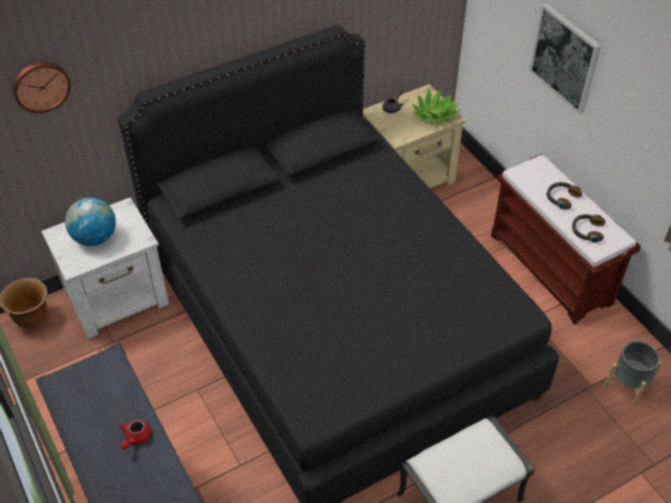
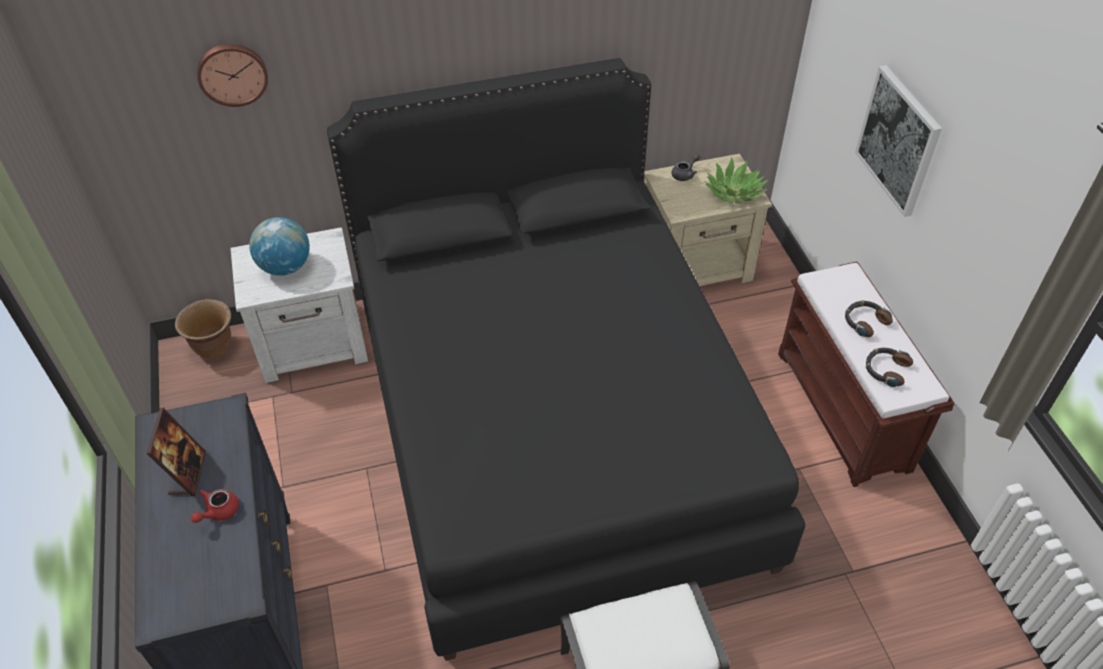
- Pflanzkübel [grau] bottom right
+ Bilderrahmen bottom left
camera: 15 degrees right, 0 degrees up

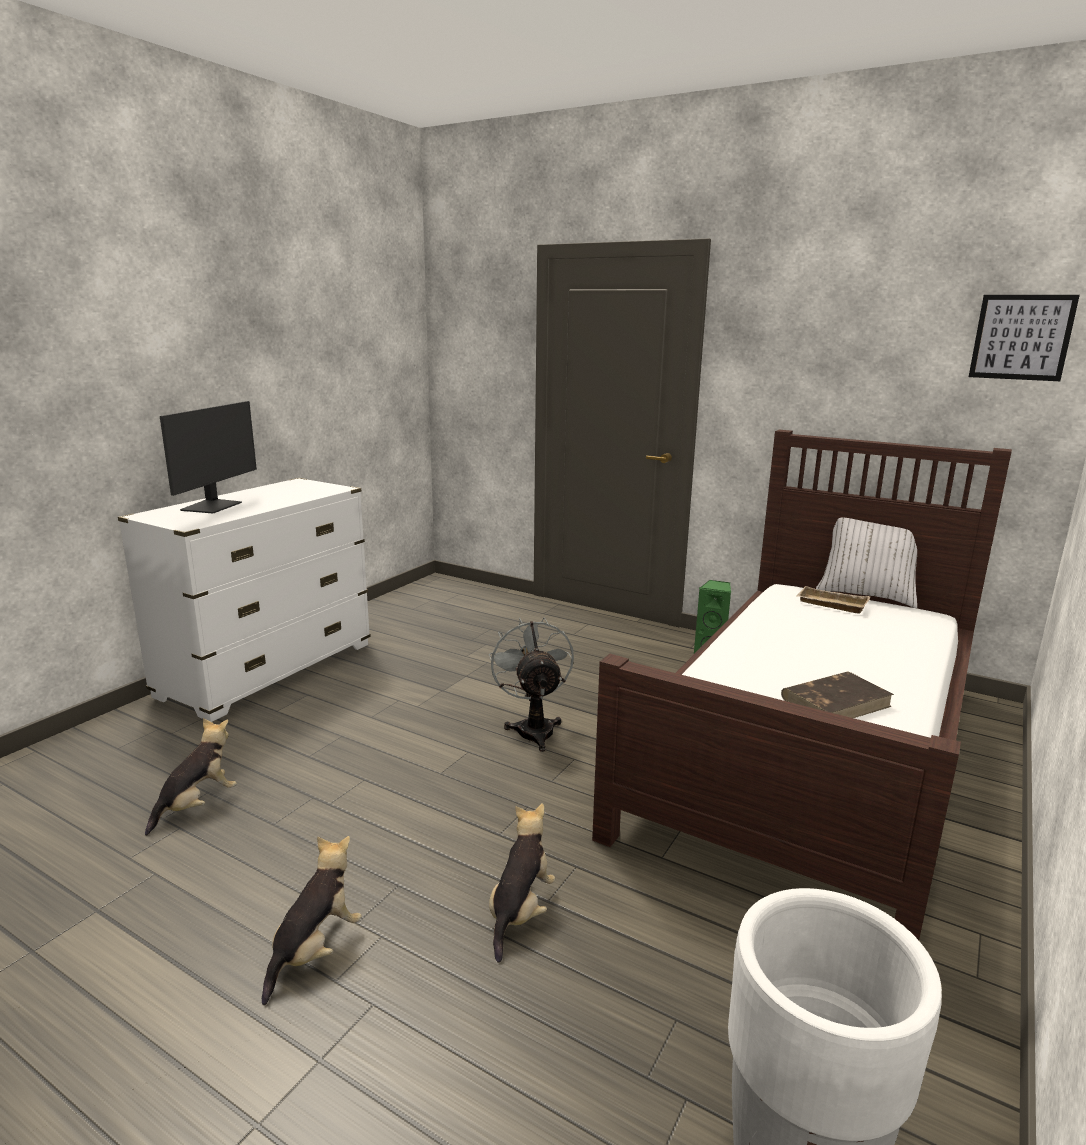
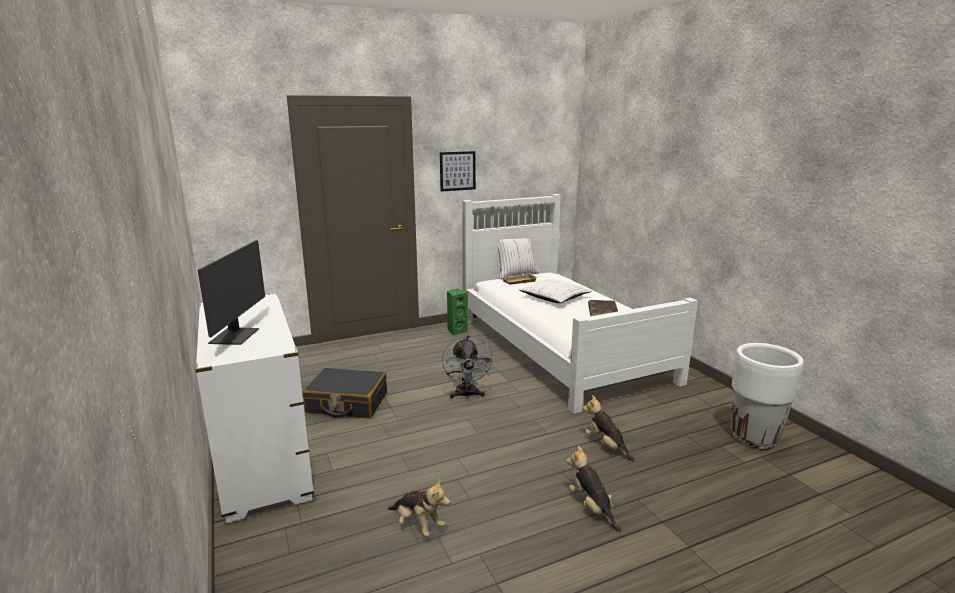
~ Plüschtier (1st from left) bottom left = bottom centre 150 degrees clockwise
~ Monitor middle left = middle left 45 degrees clockwise
~ Ventilator [grau] centre = centre 120 degrees counterclockwise
~ Bett [braun] middle right to Bett [weiß] centre
~ Bild top right to top centre
+ Koffer [schwarz] centre
+ Kissen [weiß] (2nd from left) centre
camera: 55 degrees left, 0 degrees up

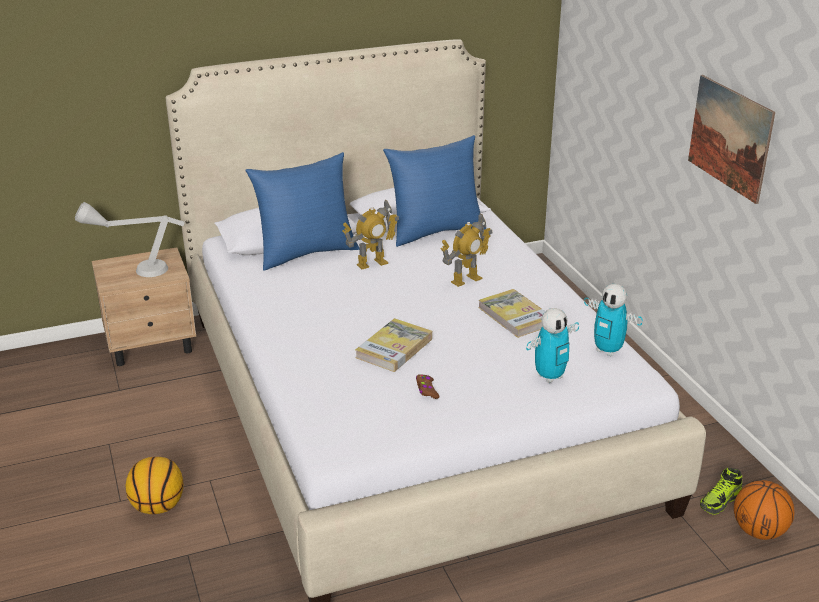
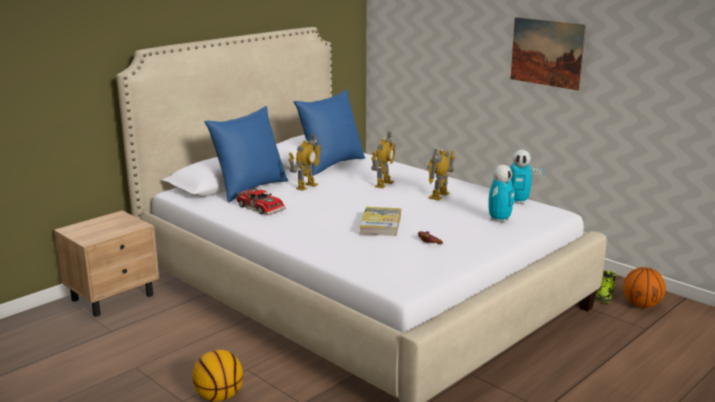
- Tischlampe [grau] middle left
~ Buch (2nd from left) centre to Spielzeugroboter (3rd from left) centre
+ Spielzeugauto centre
camera: 25 degrees left, 10 degrees down

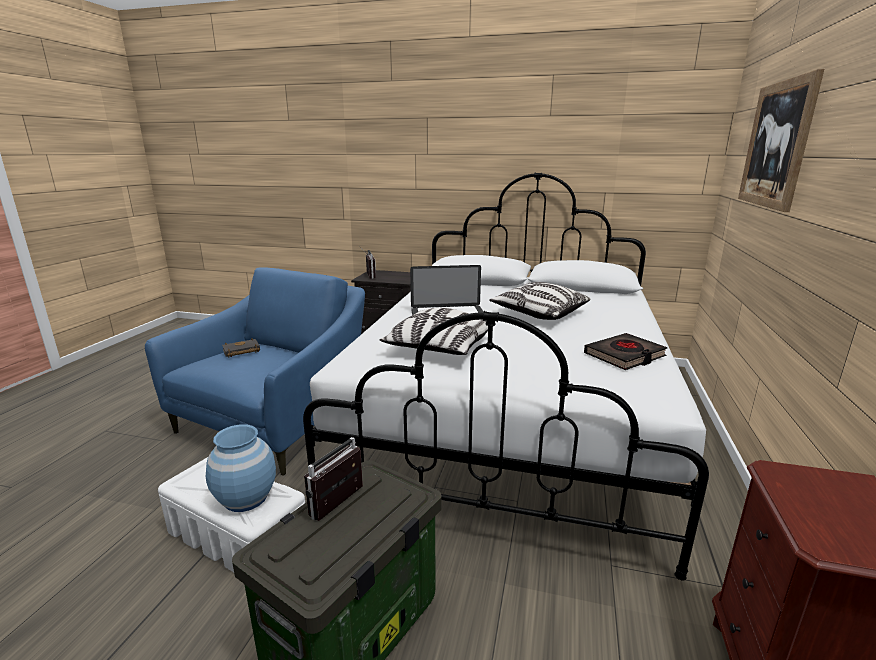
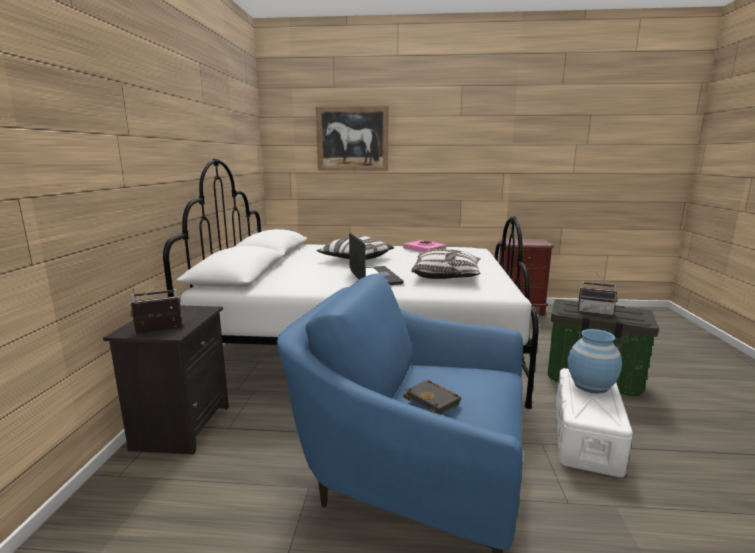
~ Buch [schwarz] (2nd from left) middle right to Buch [rosa] centre
camera: 100 degrees left, 5 degrees down

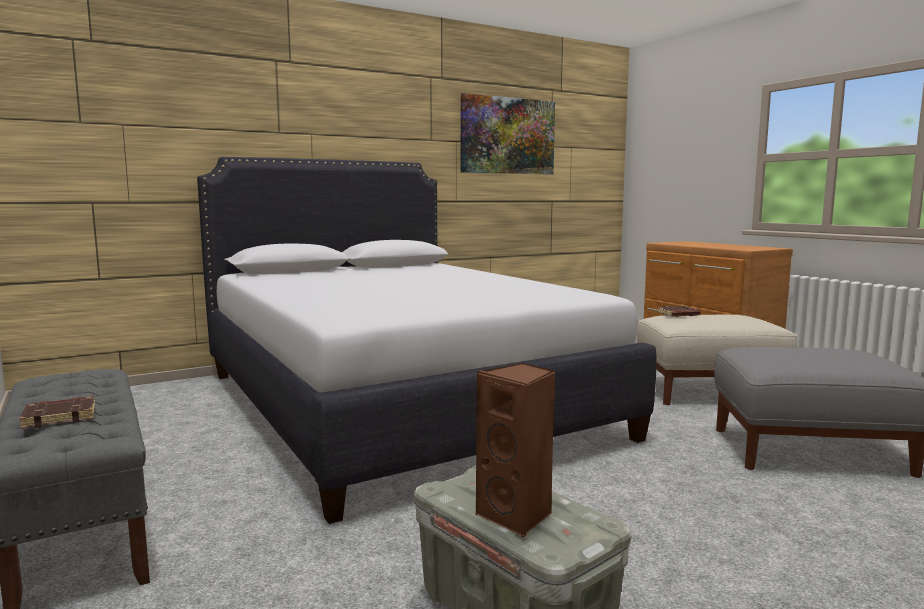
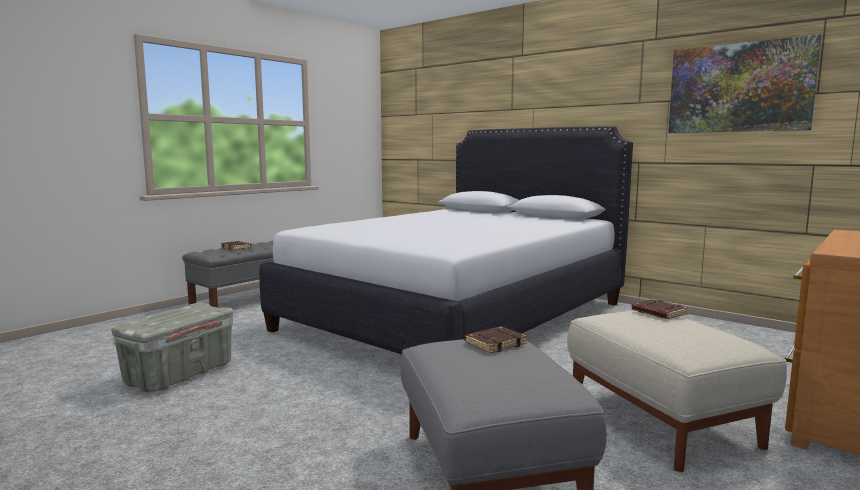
- Lautsprecher [braun] bottom centre
+ Buch [braun] (2nd from left) bottom centre
camera: 70 degrees right, 0 degrees up

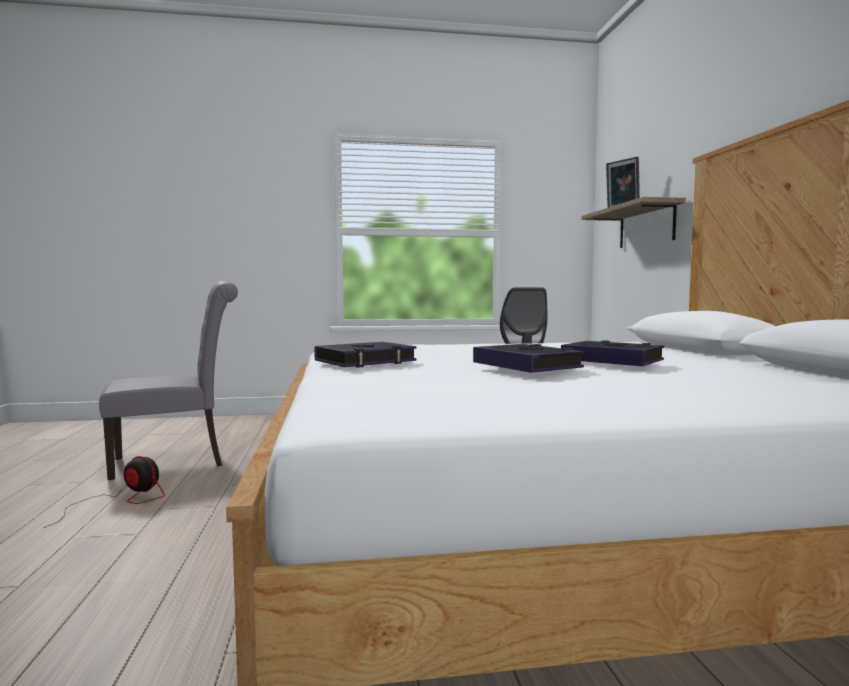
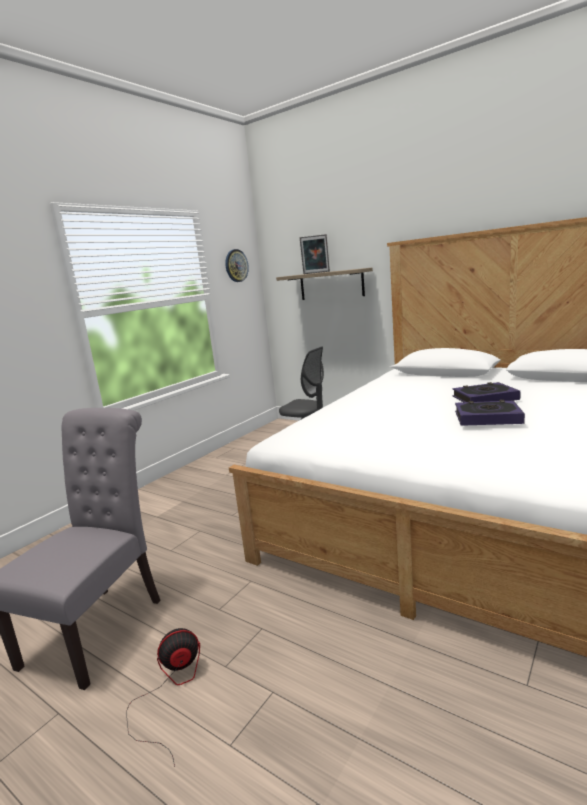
- Buch (1st from left) centre
+ Wanduhr top centre
camera: 45 degrees left, 10 degrees up

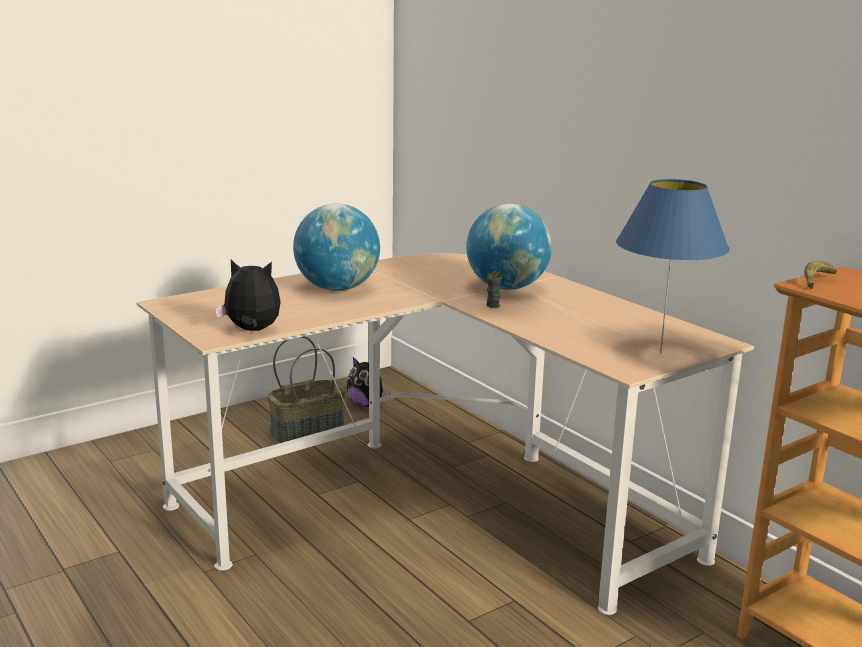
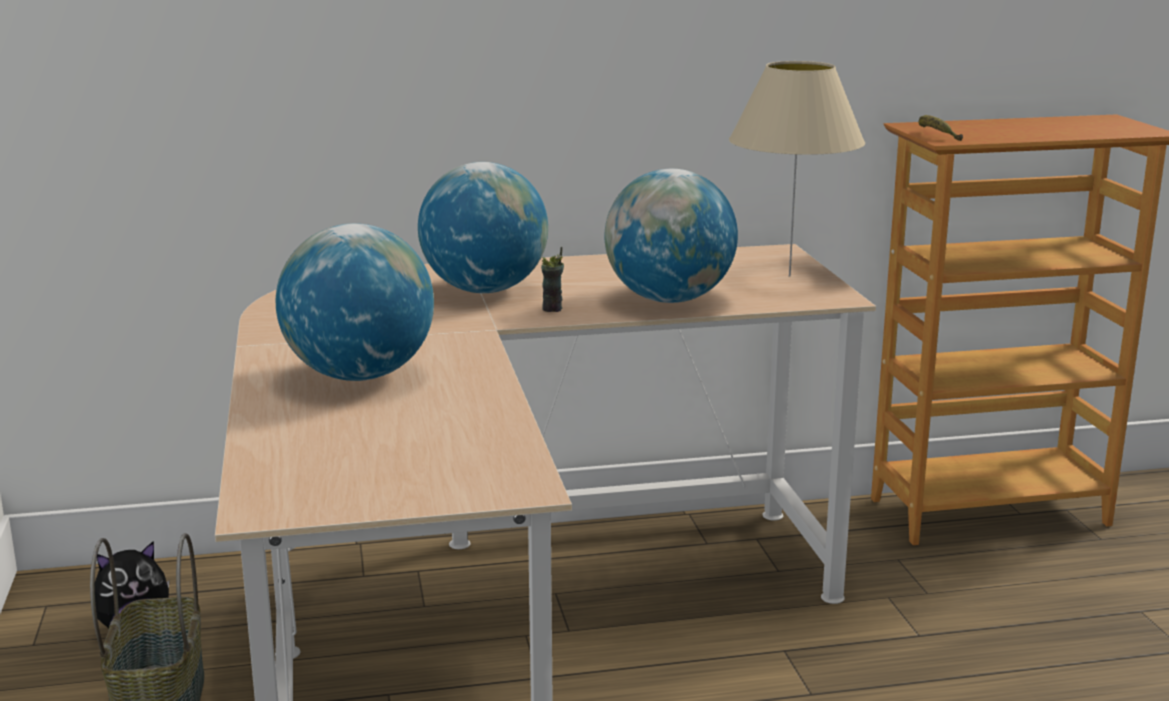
- Plüschtier (1st from left) middle left
~ Tischlampe [blau] middle right to Tischlampe [beige] top right
+ Globus (3rd from left) centre
camera: 65 degrees left, 0 degrees up

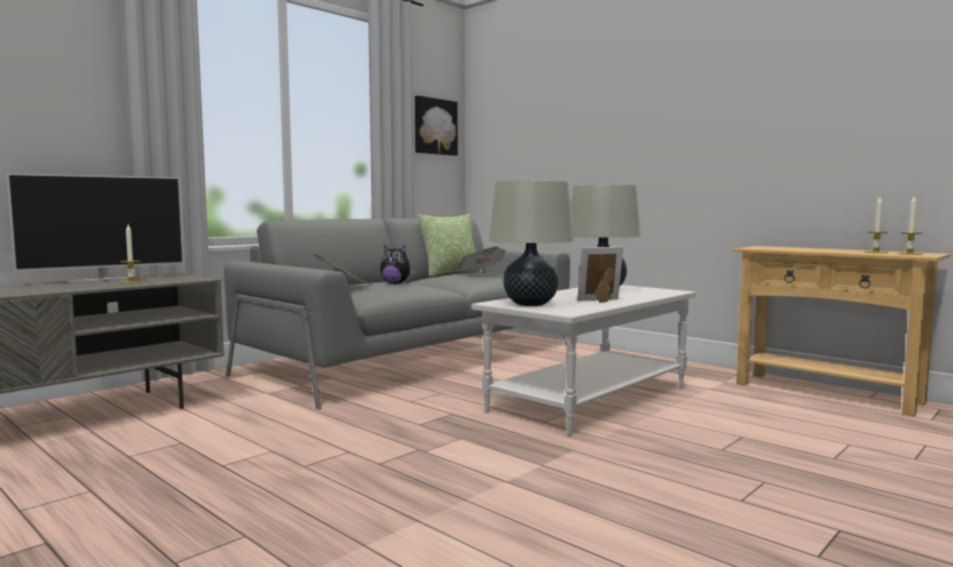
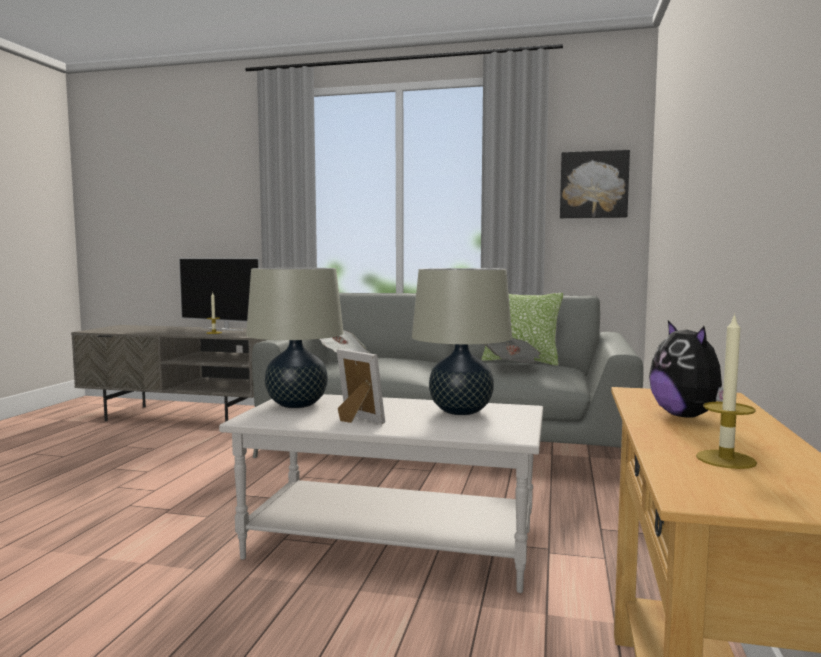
~ Plüschtier centre to middle right
- Kerze (3rd from left) middle right
camera: 60 degrees right, 0 degrees up

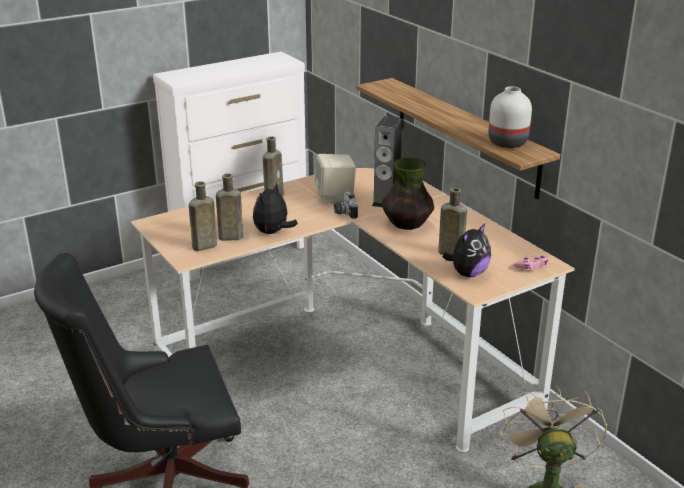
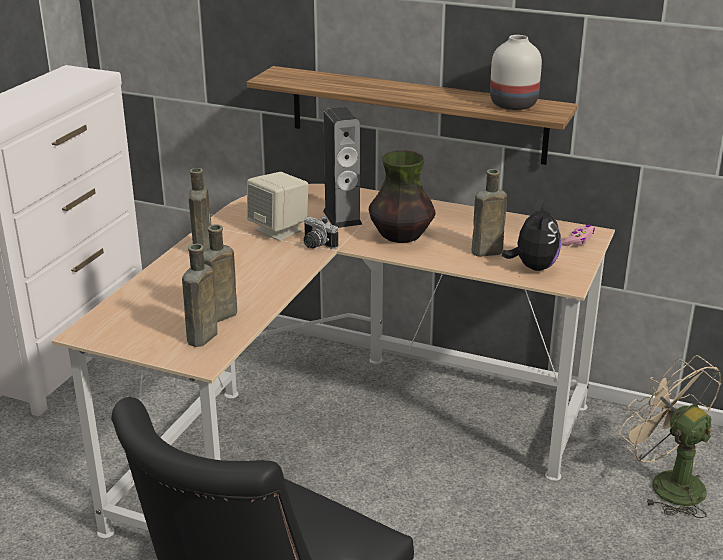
- Plüschtier (1st from left) centre
camera: 35 degrees left, 0 degrees up

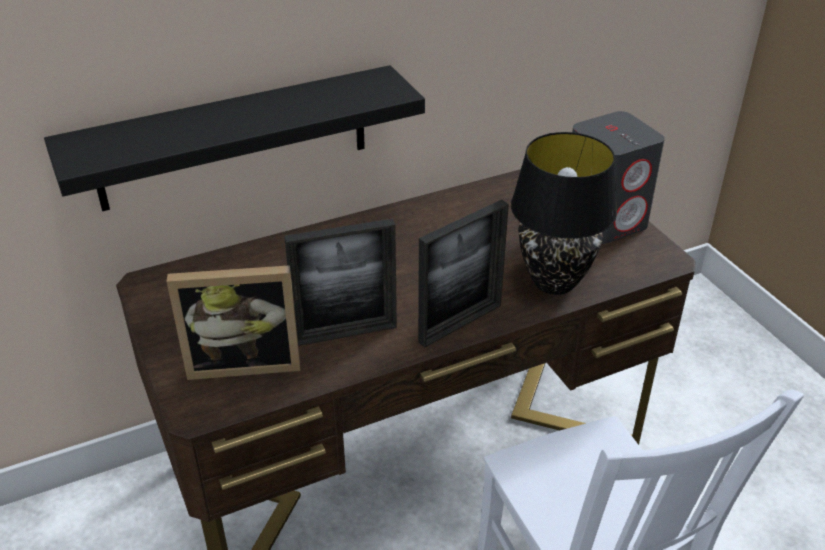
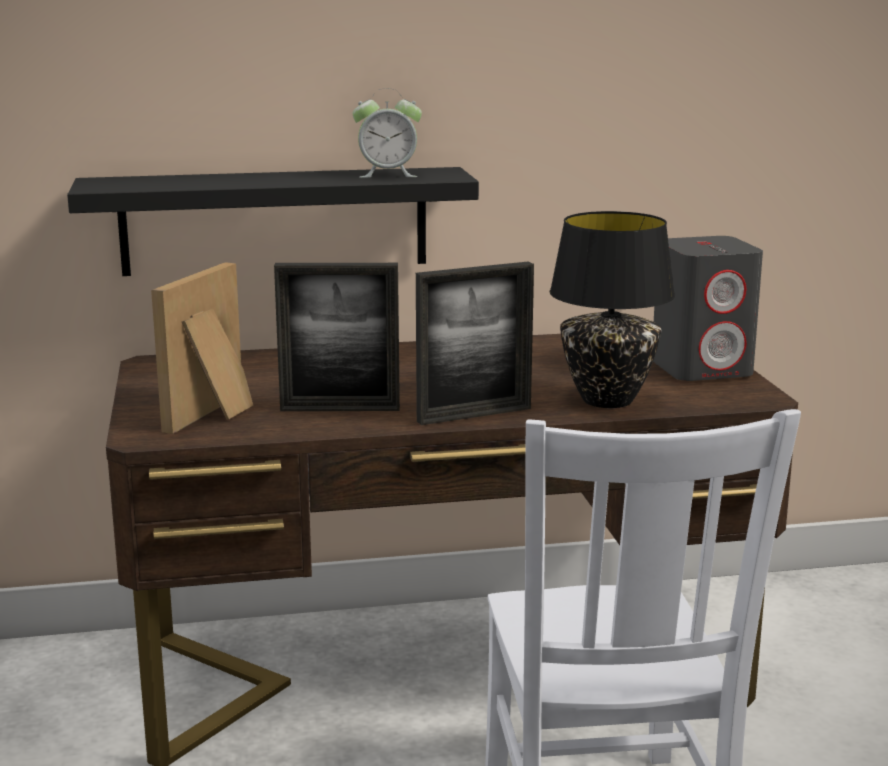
~ Bilderrahmen (1st from left) middle left = middle left 105 degrees clockwise
+ Wecker top centre
camera: 15 degrees right, 20 degrees down

